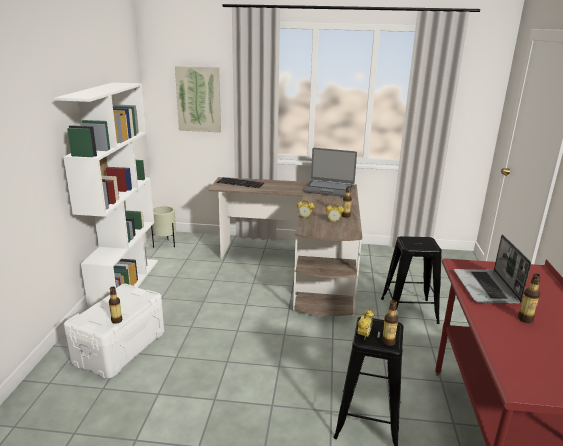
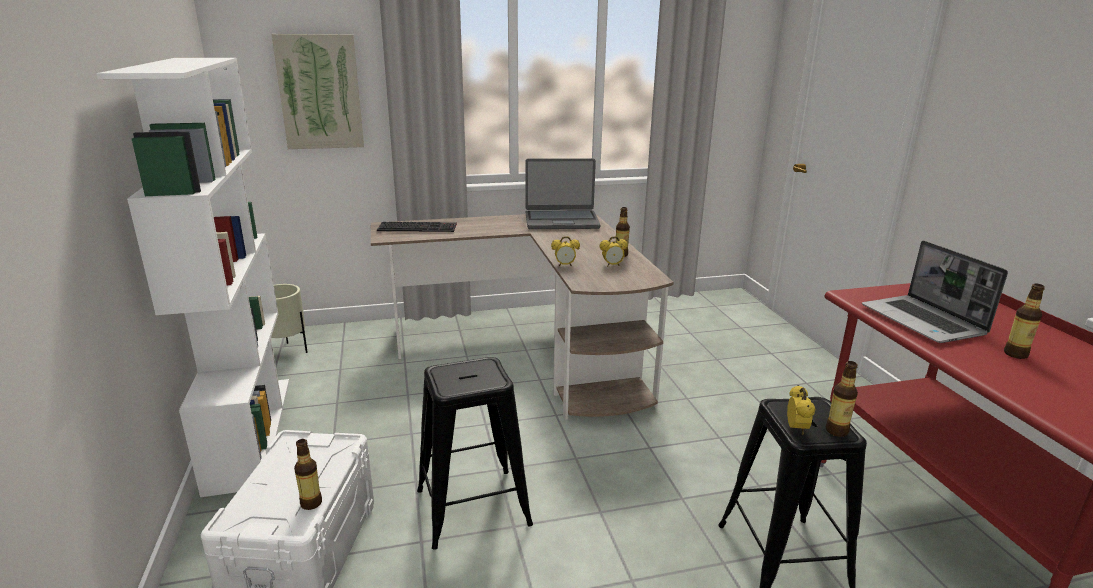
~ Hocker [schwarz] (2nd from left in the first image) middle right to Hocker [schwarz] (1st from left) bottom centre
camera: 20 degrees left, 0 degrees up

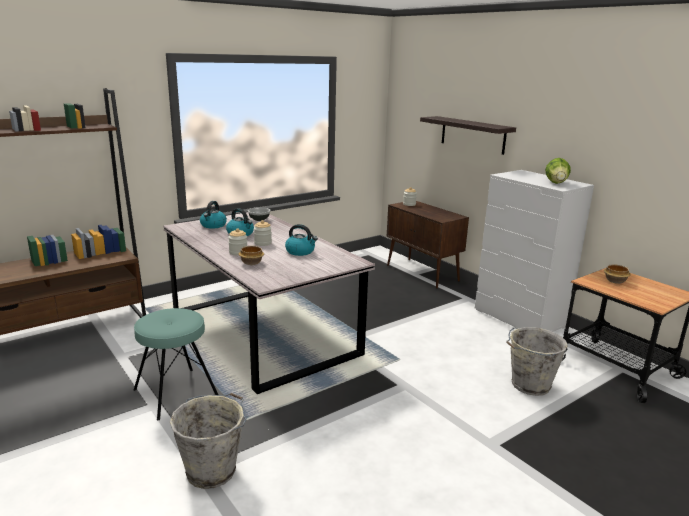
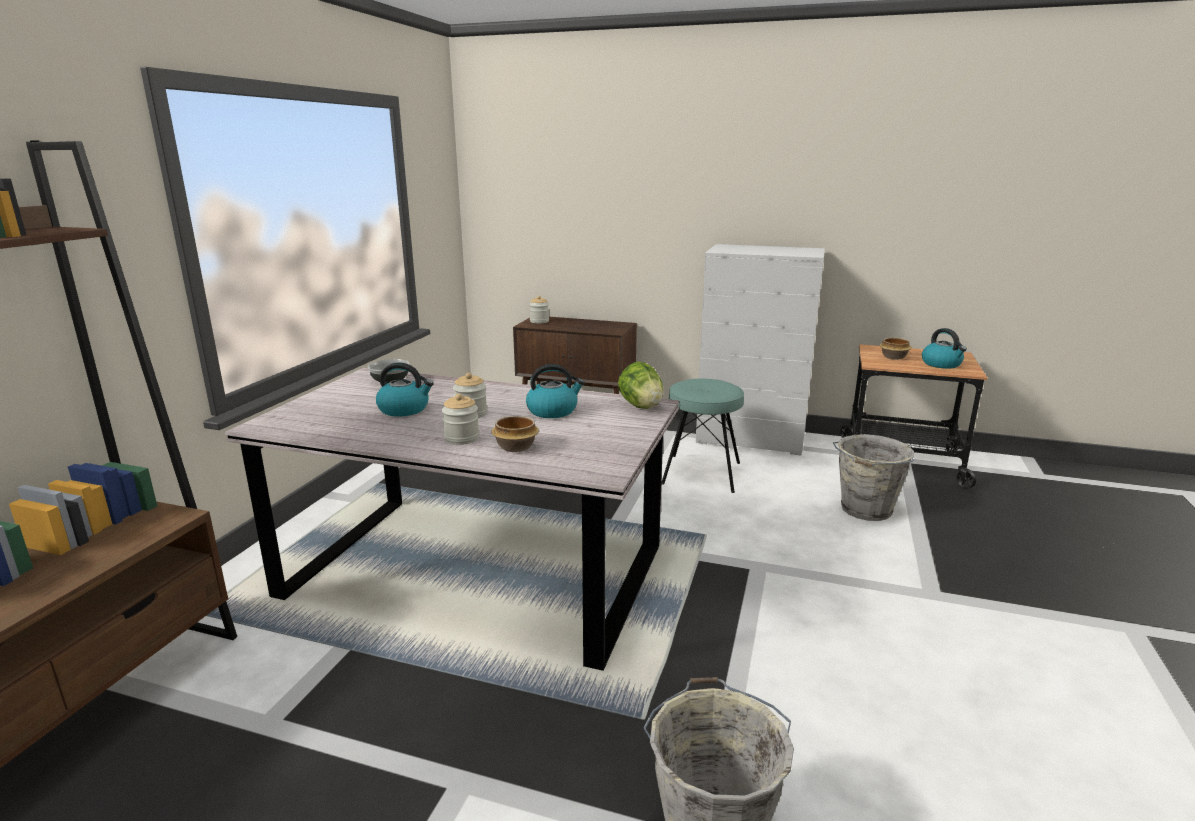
~ Hocker [türkis] bottom left to centre
~ Wasserkessel (1st from left in the first image) middle left to Wasserkessel (3rd from left) middle right
- Wandregal top right
~ Salatkopf top right to centre
camera: 35 degrees left, 0 degrees up

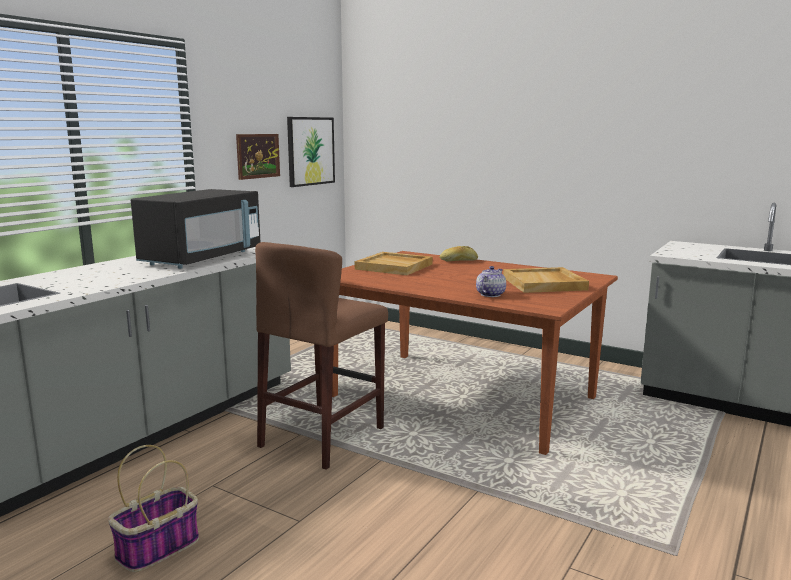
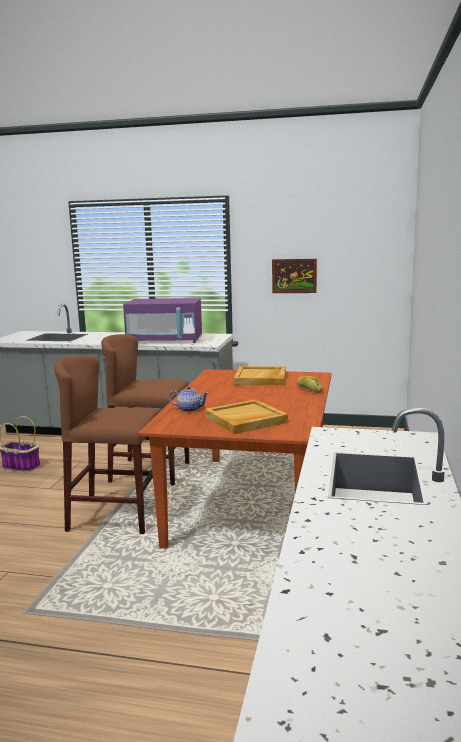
~ Mikrowelle [schwarz] middle left to Mikrowelle [lila] centre
- Bild (2nd from left) top centre
+ Hocker [braun] (1st from left) middle left
camera: 70 degrees right, 0 degrees up

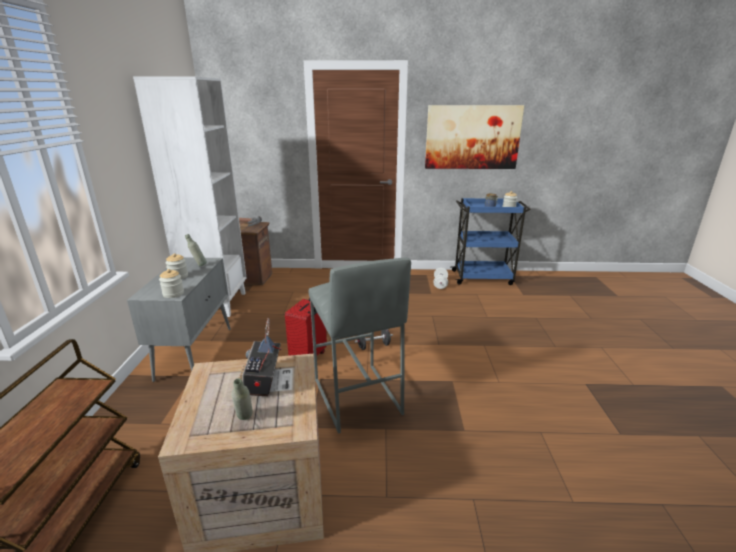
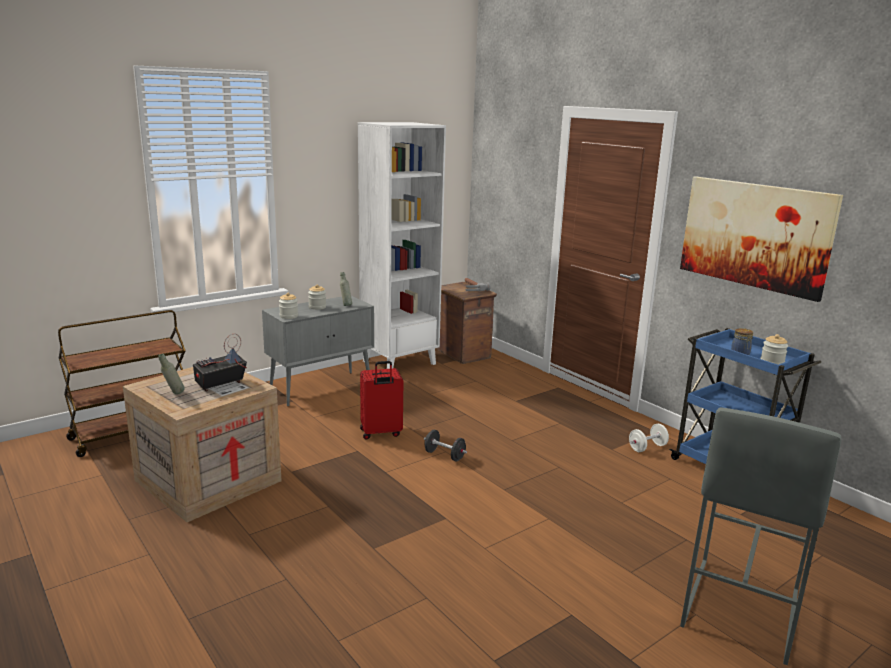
~ Hocker [grau] centre to bottom right
camera: 50 degrees right, 5 degrees down

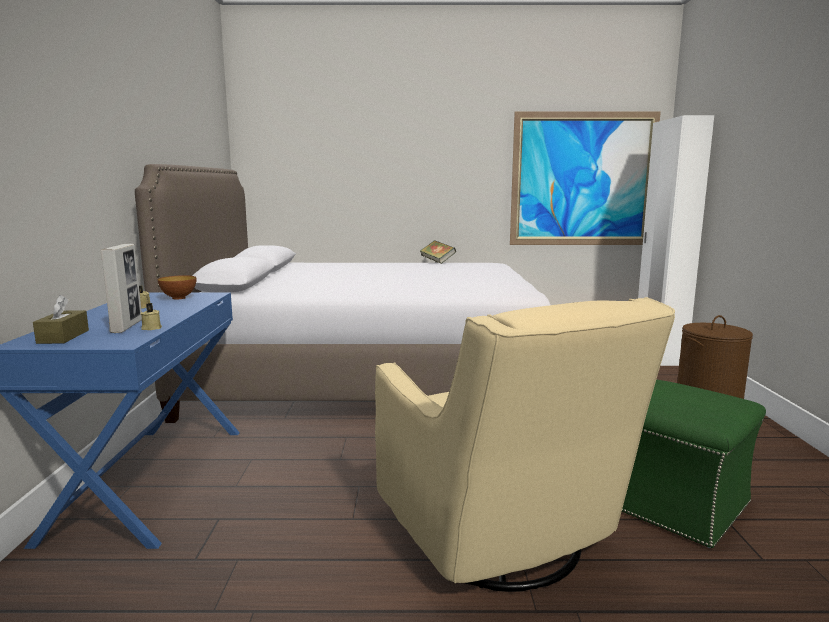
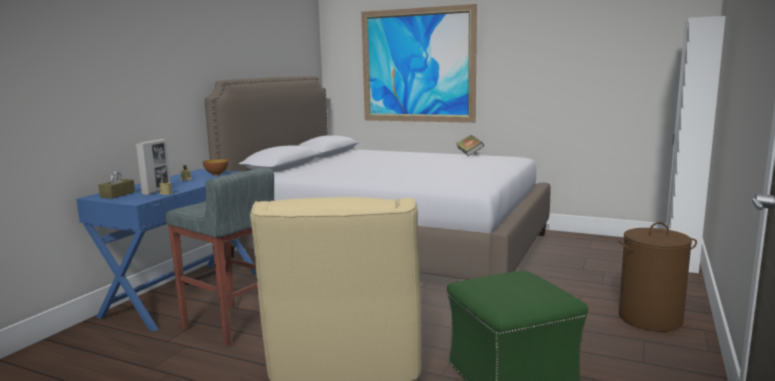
~ Bild top right to top centre
+ Hocker [grau] bottom left
camera: 25 degrees right, 0 degrees up

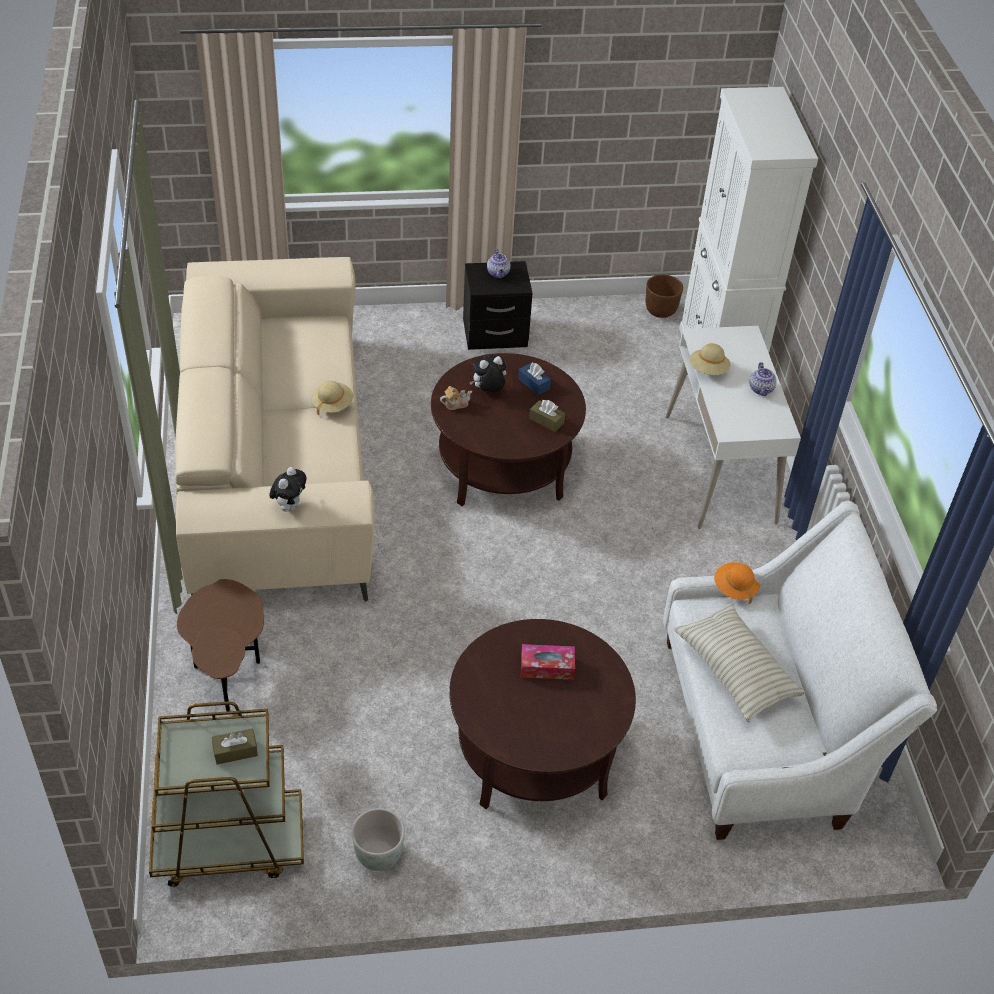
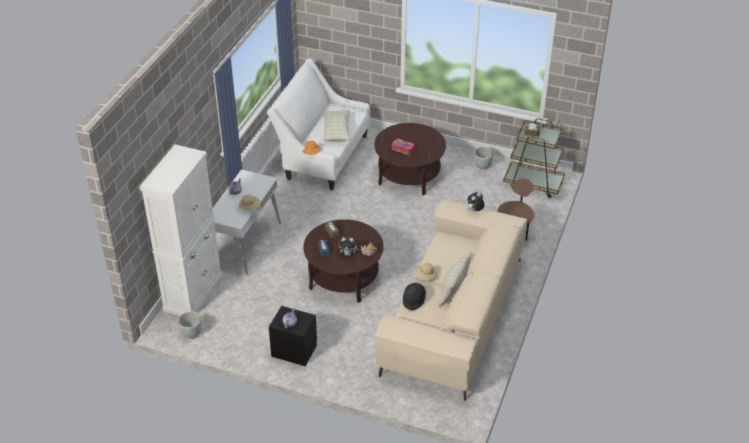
~ Pflanzkübel [braun] top right to Pflanzkübel [grau] (1st from left) bottom left
+ Hut [schwarz] bottom centre
+ Kissen (2nd from left) centre
camera: 150 degrees left, 5 degrees down

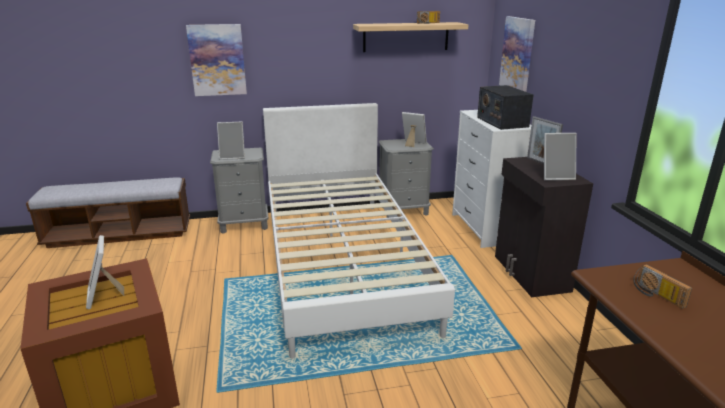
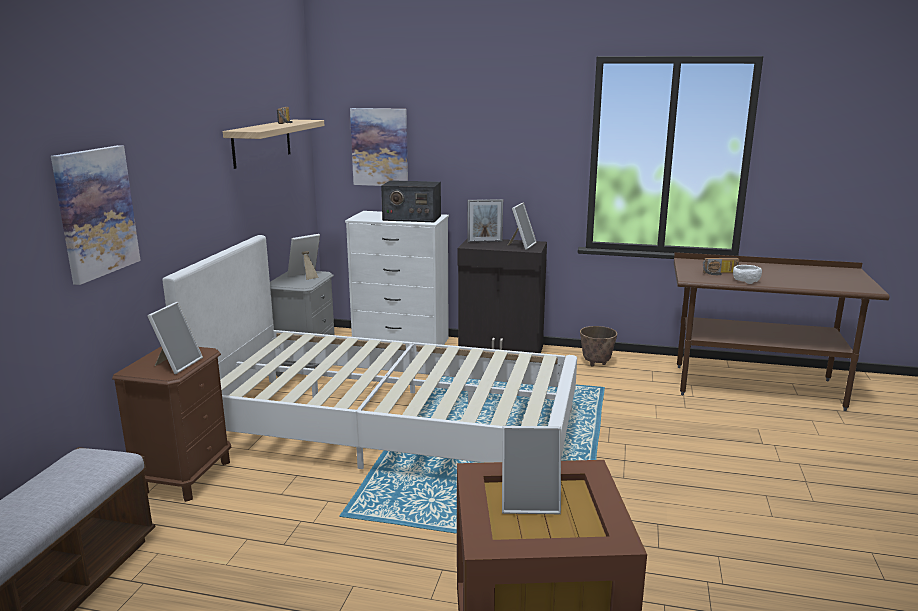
~ Nachttisch [grau] (1st from left) middle left to Nachttisch [braun] bottom left
+ Pflanzkübel centre
+ Schüssel [weiß] middle right
camera: 65 degrees left, 5 degrees down

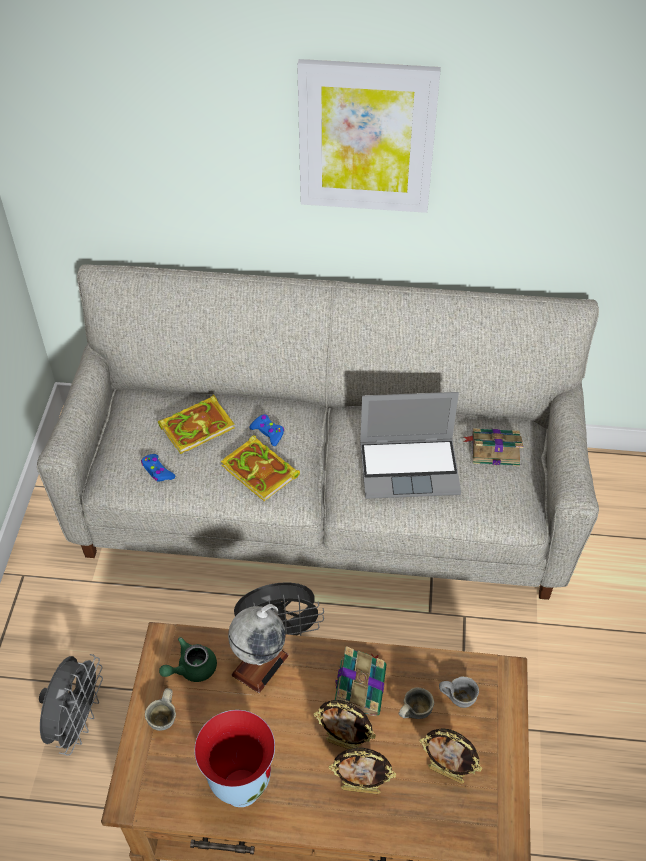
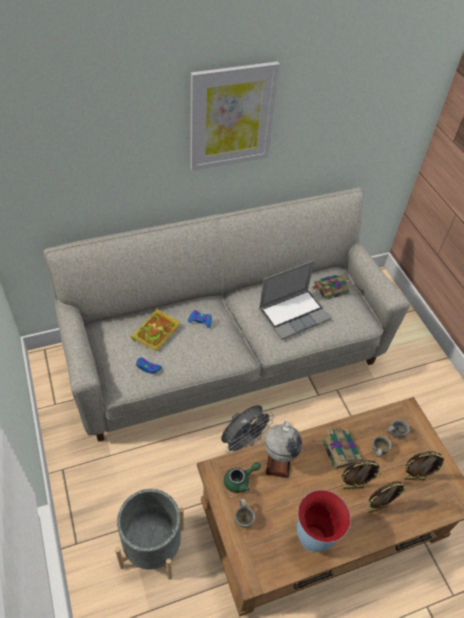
~ Ventilator [grau] (1st from left) bottom left to Pflanzkübel [grau] bottom left
~ Teekanne [grün] bottom left = bottom centre 150 degrees counterclockwise
- Buch (2nd from left) centre
camera: 30 degrees left, 0 degrees up

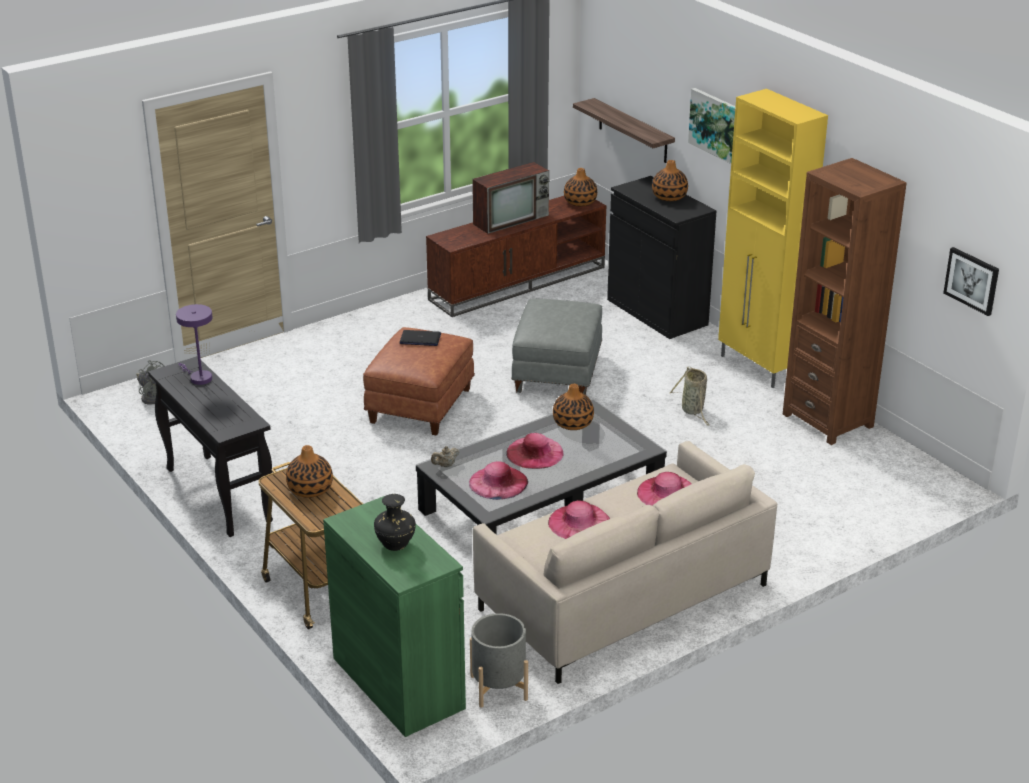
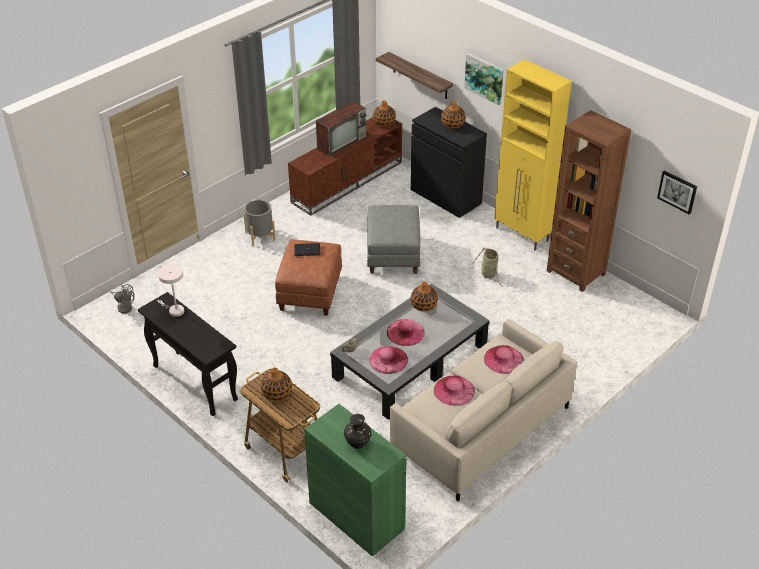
~ Tischlampe [lila] middle left to Tischlampe [weiß] middle left
~ Pflanzkübel [grau] bottom centre to centre
camera: 10 degrees left, 10 degrees up

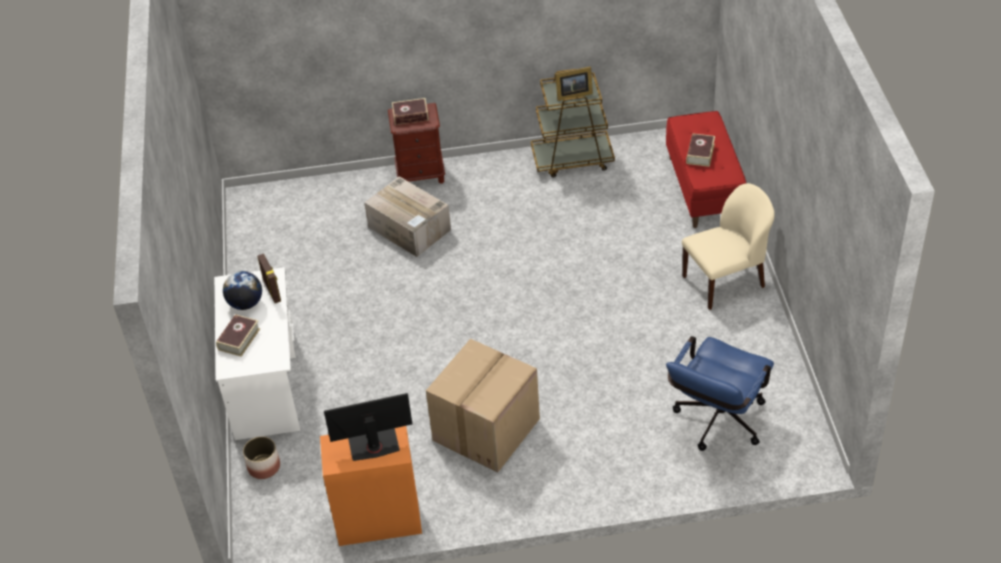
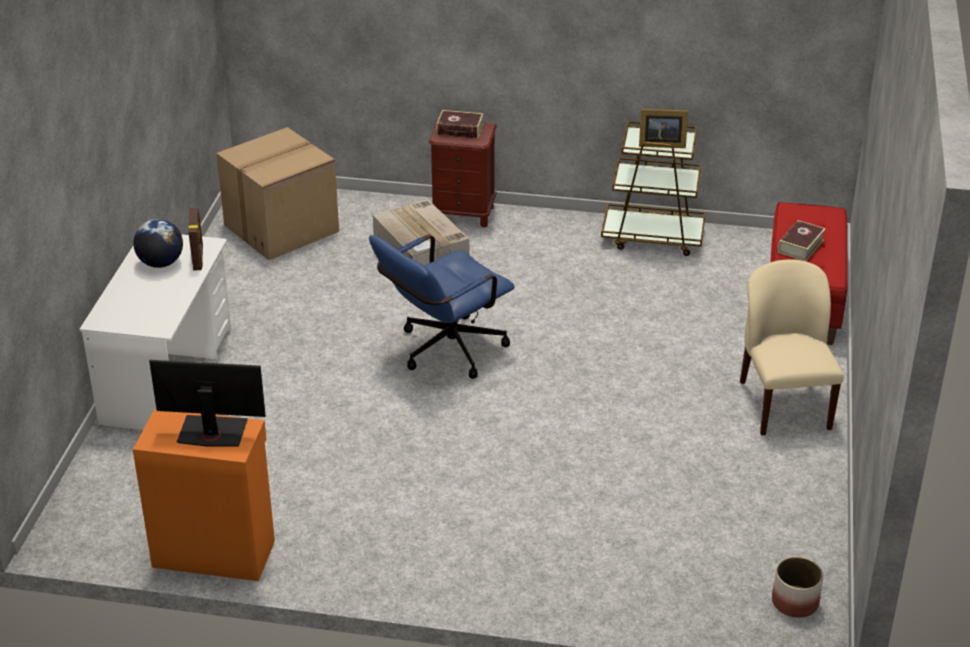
- Buch (1st from left) middle left
~ Pflanzkübel bottom left to bottom right
~ Karton (2nd from left in the first image) bottom centre to Karton (1st from left) top left
~ Bürostuhl [blau] bottom right to centre
~ Stuhl [beige] middle right = middle right 90 degrees counterclockwise
camera: 15 degrees right, 10 degrees down

